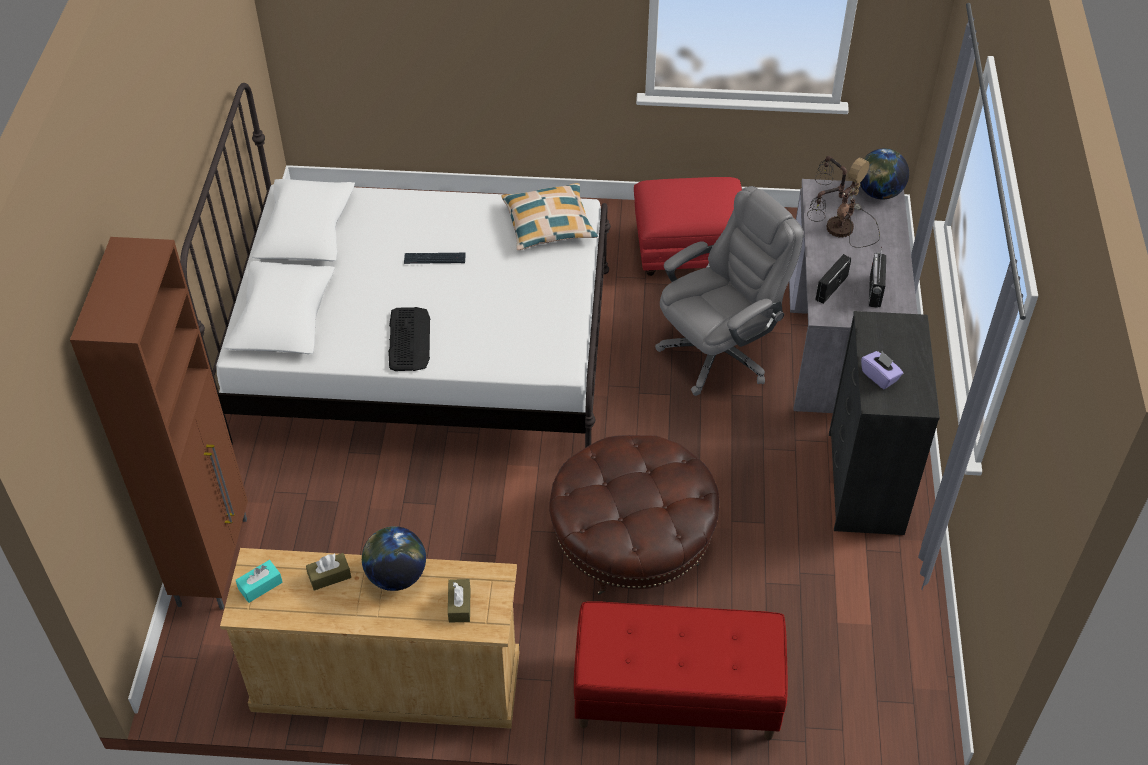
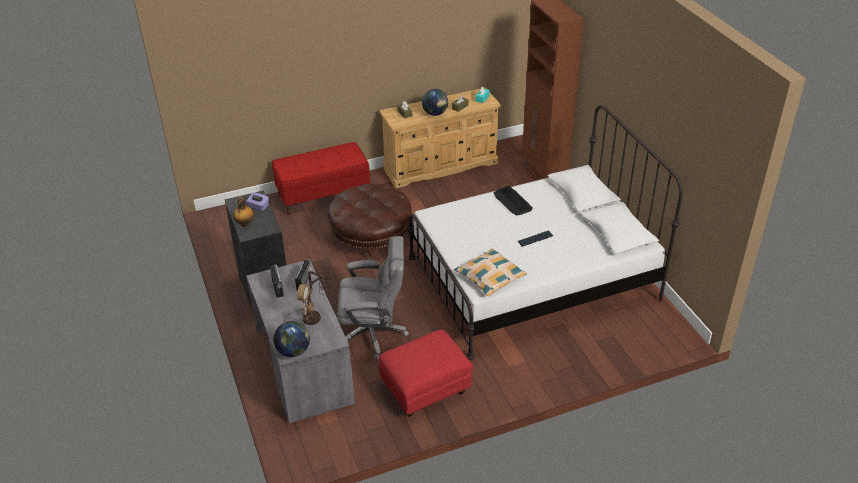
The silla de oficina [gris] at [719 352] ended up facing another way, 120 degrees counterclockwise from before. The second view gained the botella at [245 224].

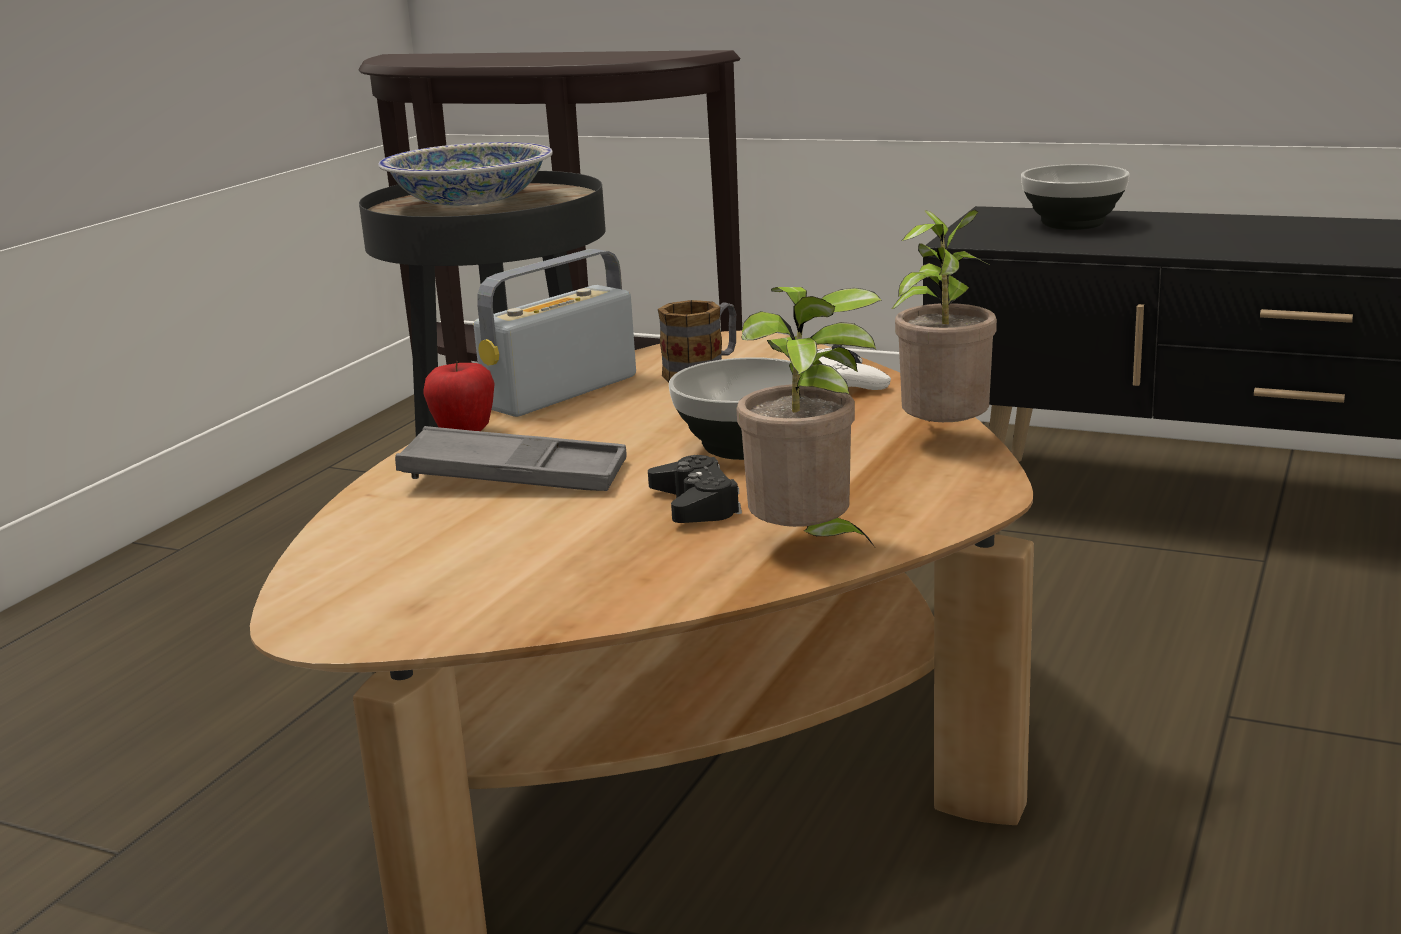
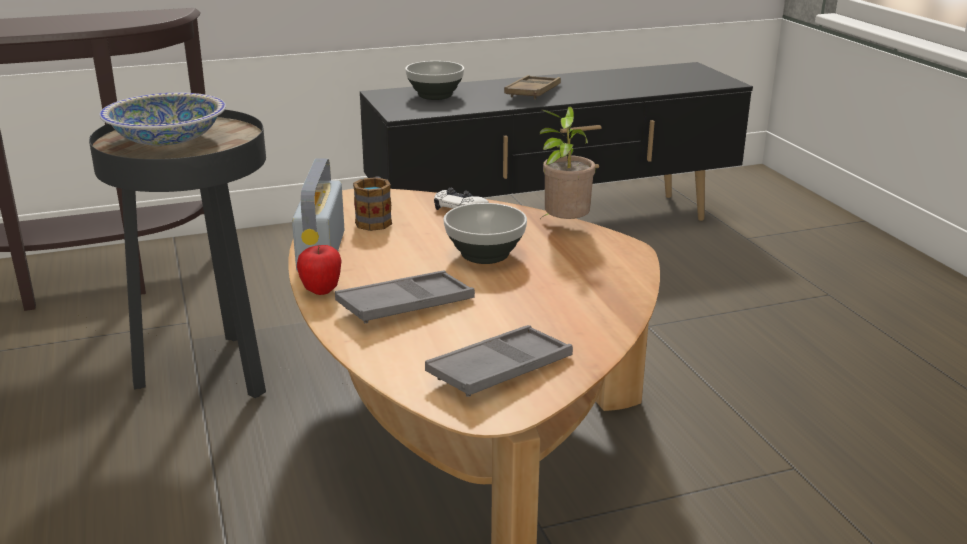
The second view lost the mando de consola [negro] at [696 505]. The second view lost the planta en maceta at [808 547]. The second view gained the bandeja [gris] at [500 369]. The second view gained the bandeja [marrón] at [533 92].

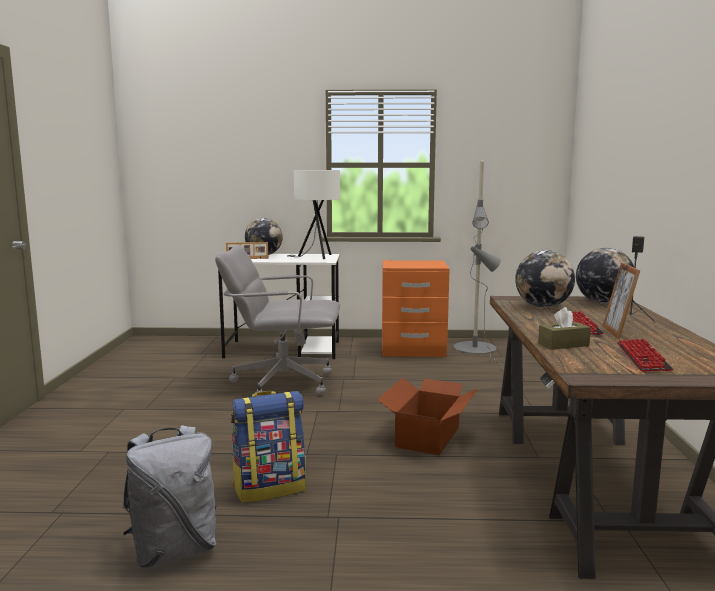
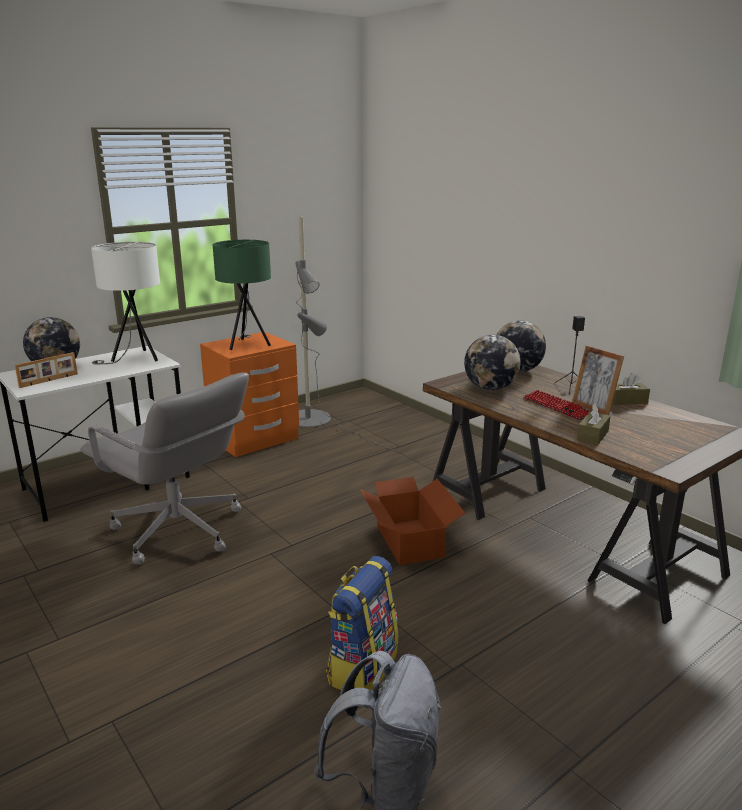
The silla de oficina [gris] at [282 383] ended up facing another way, 105 degrees counterclockwise from before. The second view lost the teclado at [642 357]. The second view gained the lámpara de mesa [verde] at [247 345]. The second view gained the caja de pañuelos [marrón] at [627 400].

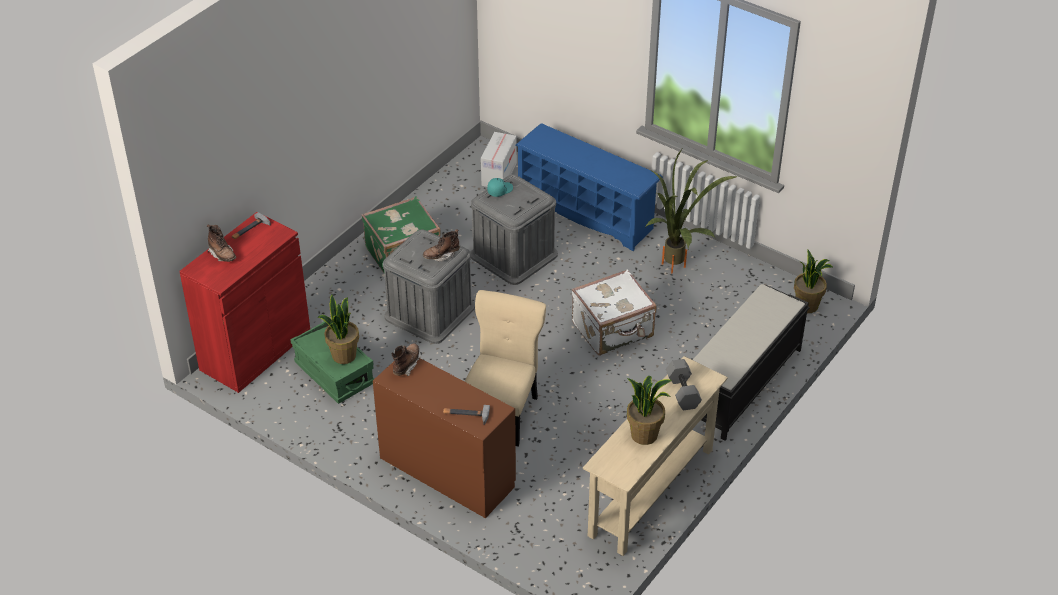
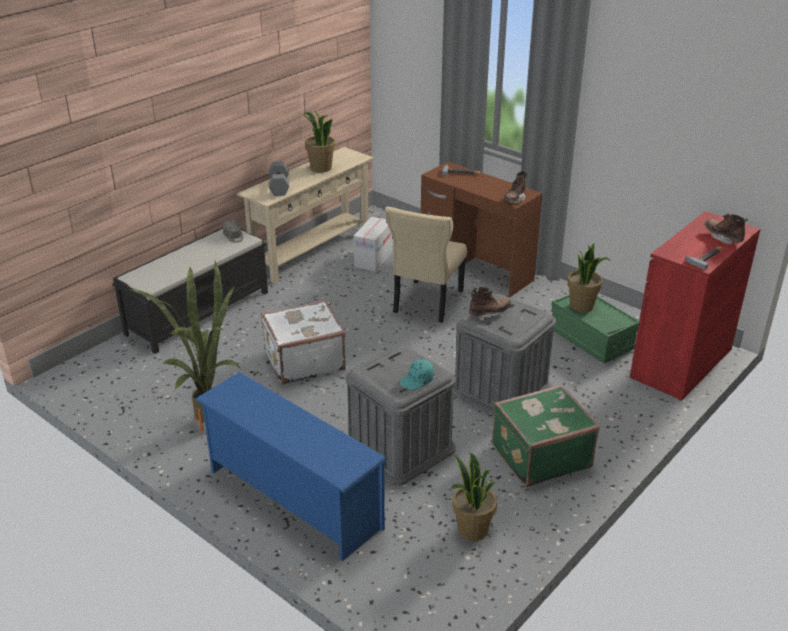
The caja de cartón ended up elsewhere, having gone from [499 174] to [373 259]. The planta en maceta ended up elsewhere, having gone from [807 305] to [472 530]. The second view gained the gorra [gris] at [234 236].

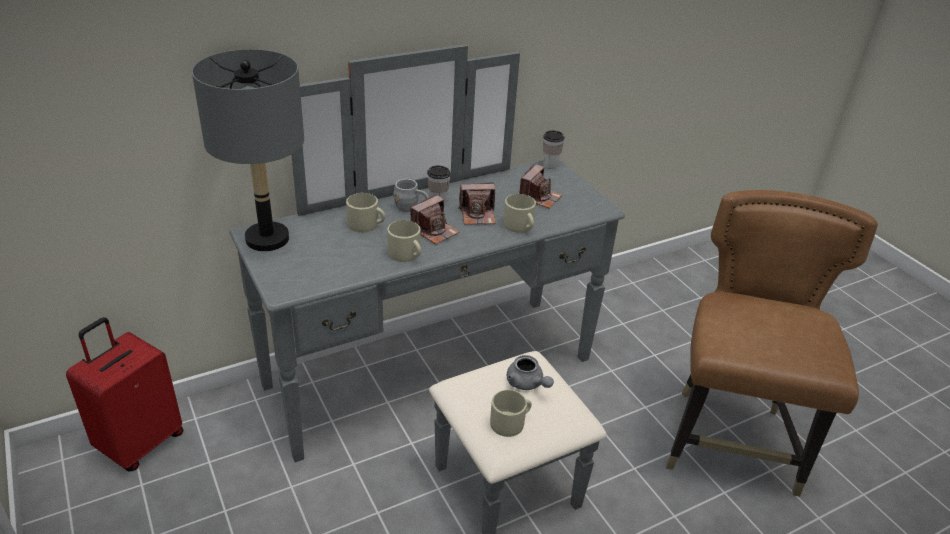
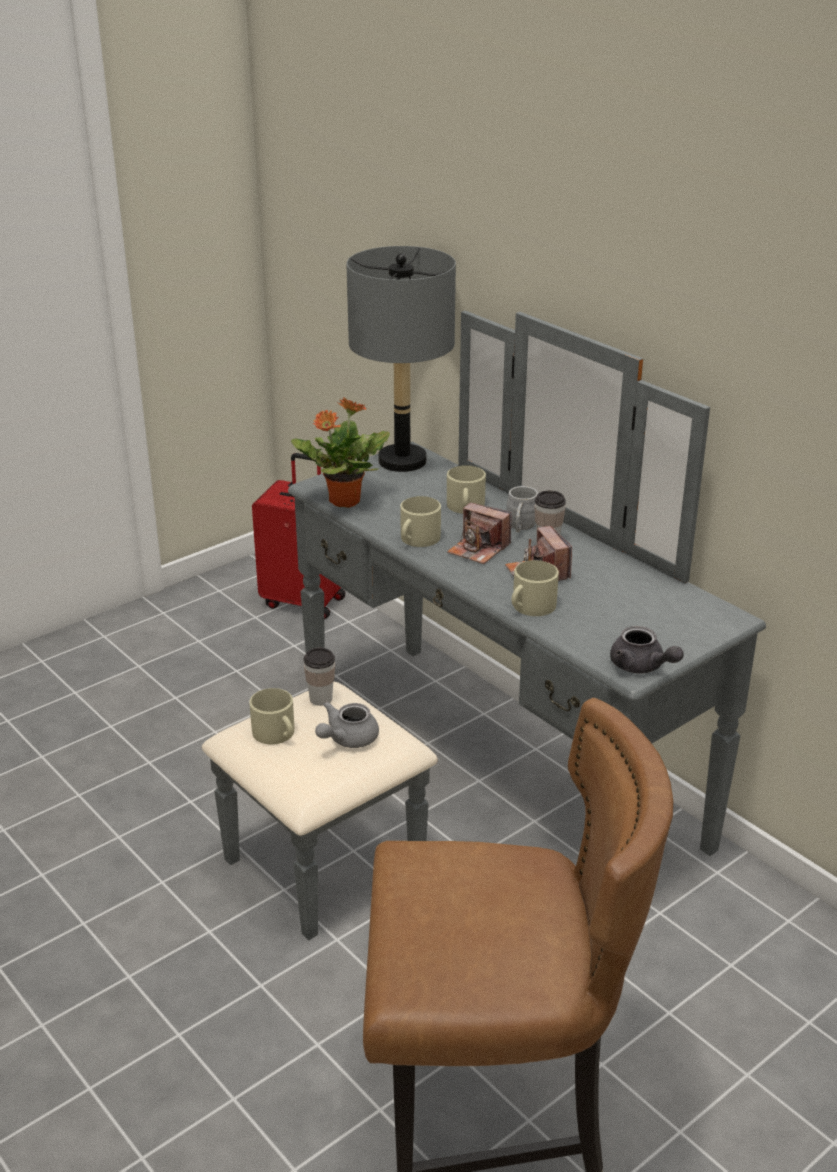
The second view lost the cámara at [539 197]. The taza ended up elsewhere, having gone from [550 165] to [321 699]. The second view gained the planta en maceta at [343 501]. The second view gained the tetera [gris] at [641 667].

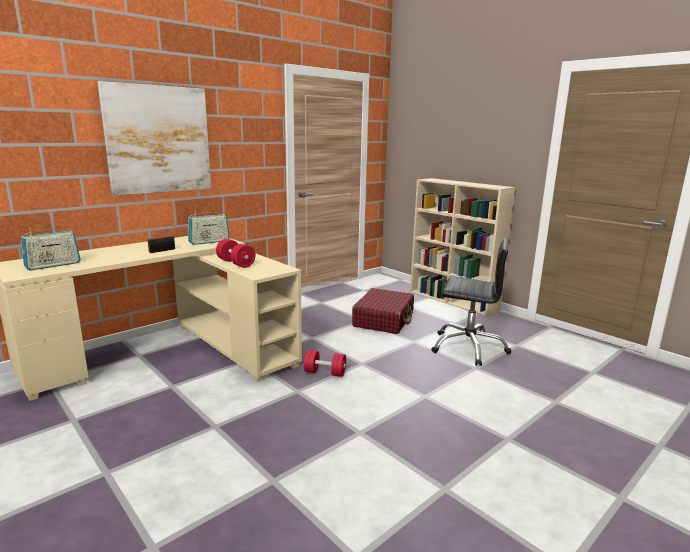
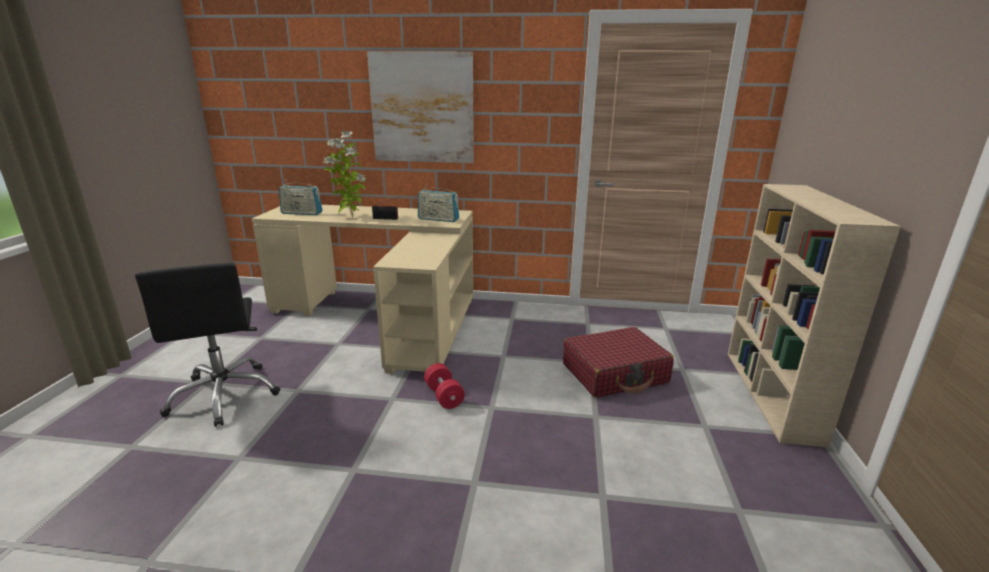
The second view lost the mancuerna [rojo] at [236 263]. The silla de oficina [negro] ended up elsewhere, having gone from [468 347] to [225 395]. The second view gained the planta en maceta at [351 217].

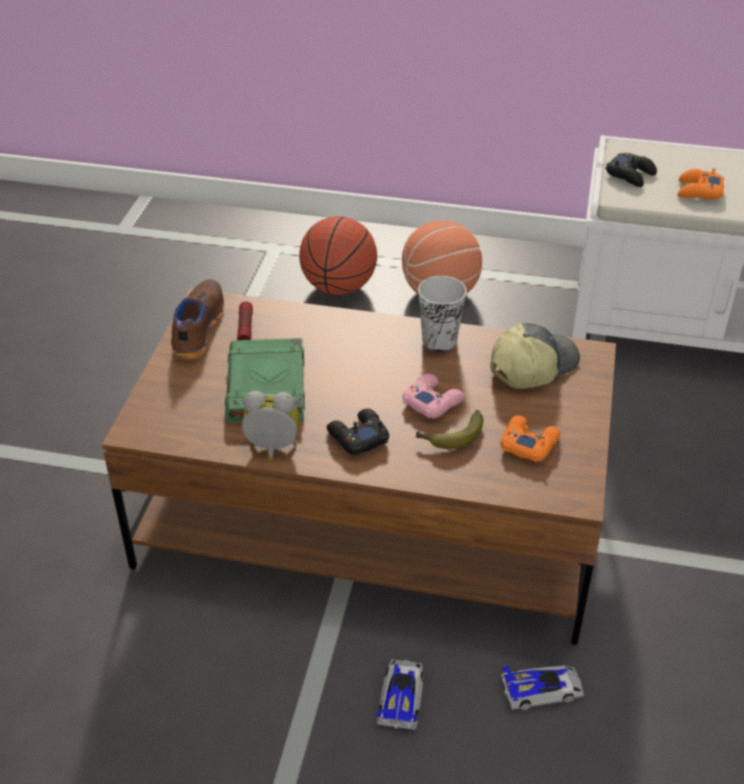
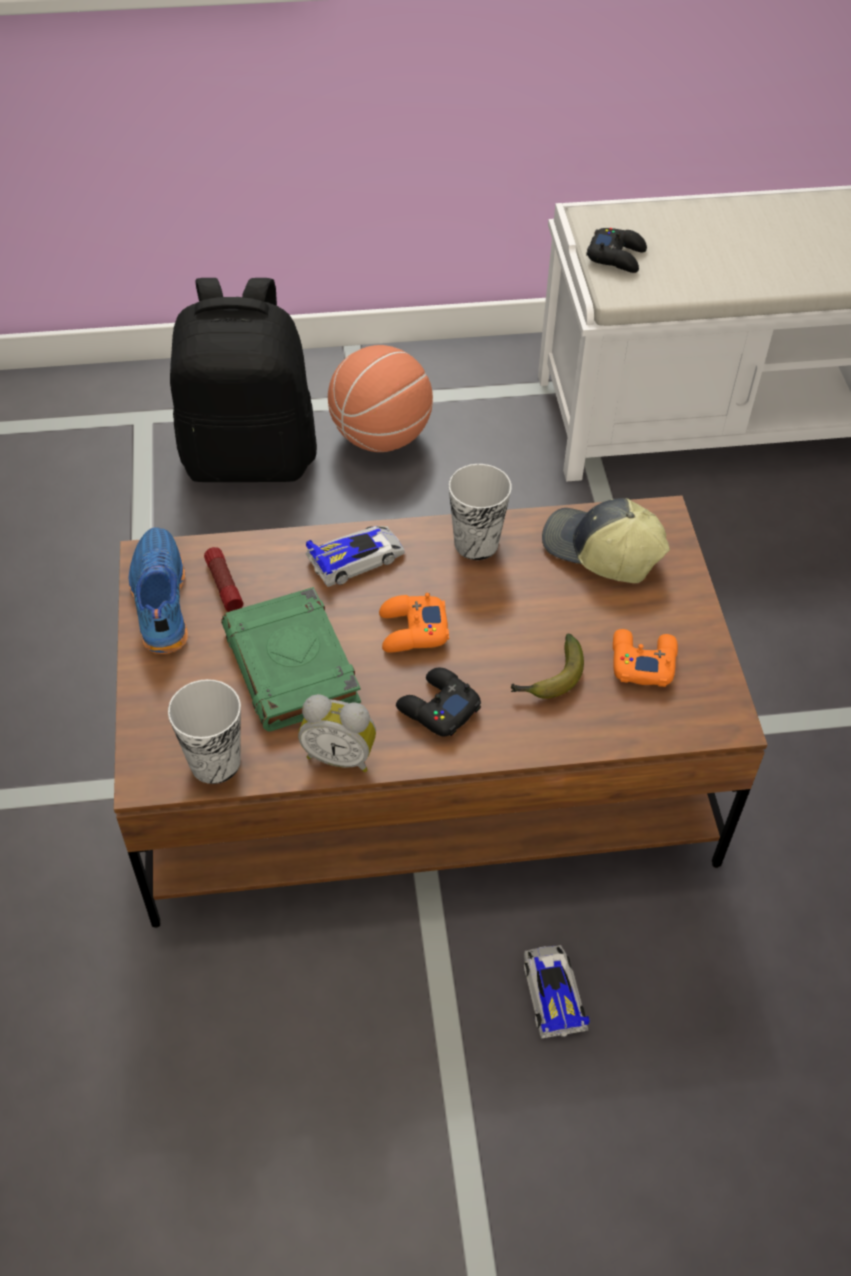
What was the zapato [marrón] at [196 328] turned into the zapato [azul] at [158 601]. The despertador at [272 449] ended up facing another way, 150 degrees counterclockwise from before. Where the balón de baloncesto stood at [338 287], the mochila [negro] came to stand at [250 457]. The second view lost the mando de consola [rosa] at [432 401]. The gorra at [532 366] ended up facing another way, 90 degrees counterclockwise from before. The coche de juguete ended up elsewhere, having gone from [542 689] to [357 558]. The mando de consola [naranja] ended up elsewhere, having gone from [698 191] to [412 630]. The second view gained the taza at [215 762].

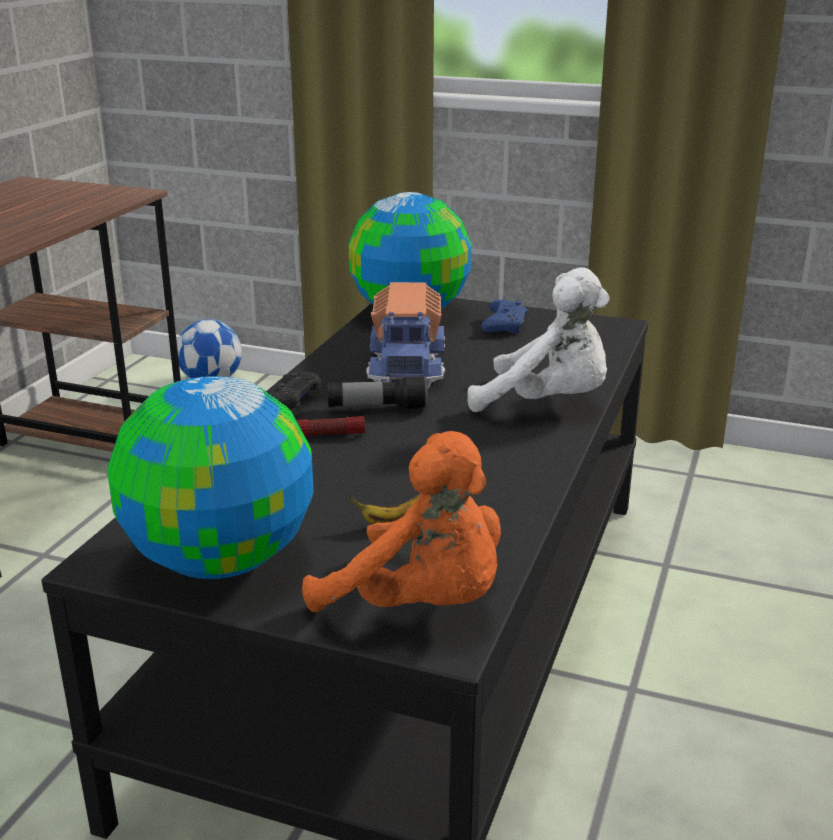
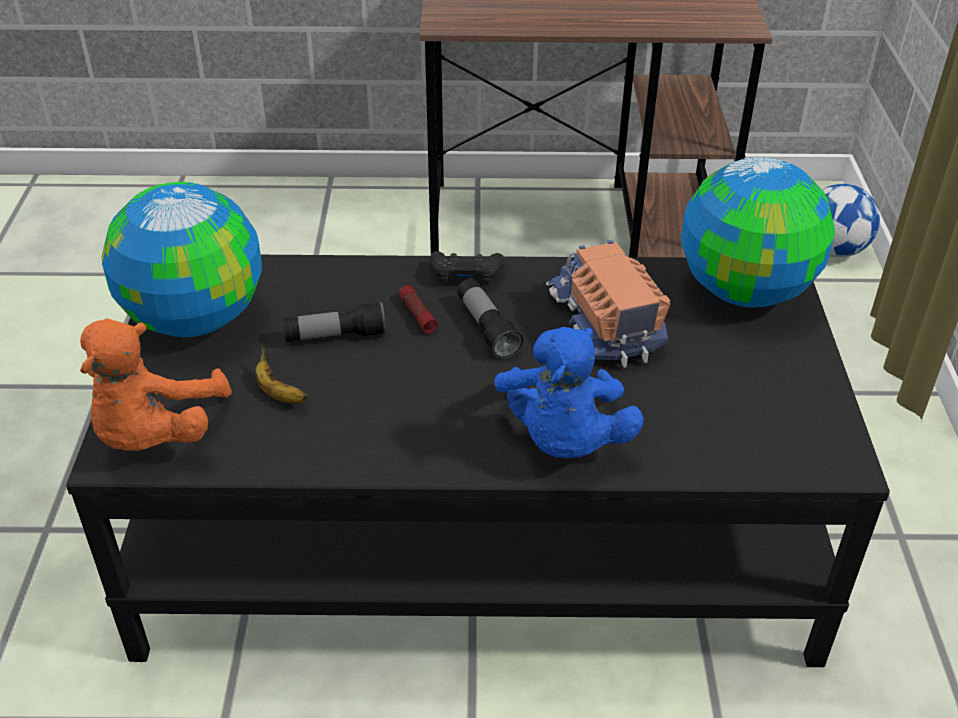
The camión de juguete at [408 364] ended up facing another way, 90 degrees clockwise from before. What was the peluche [blanco] at [547 404] turned into the peluche [azul] at [563 440]. The second view lost the mando de consola [azul] at [504 326]. The second view gained the linterna at [335 336].

